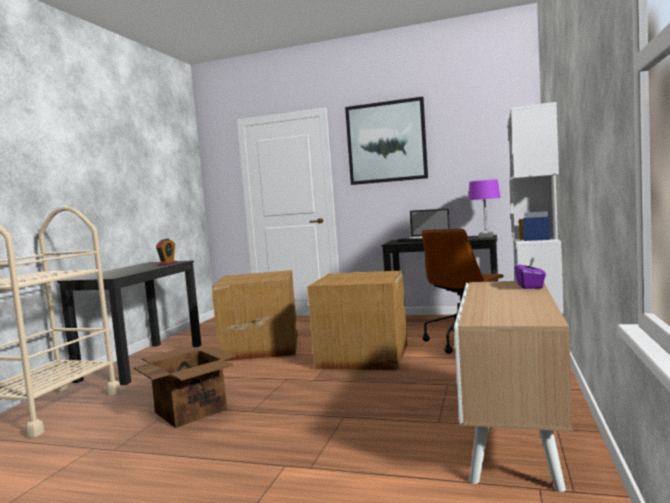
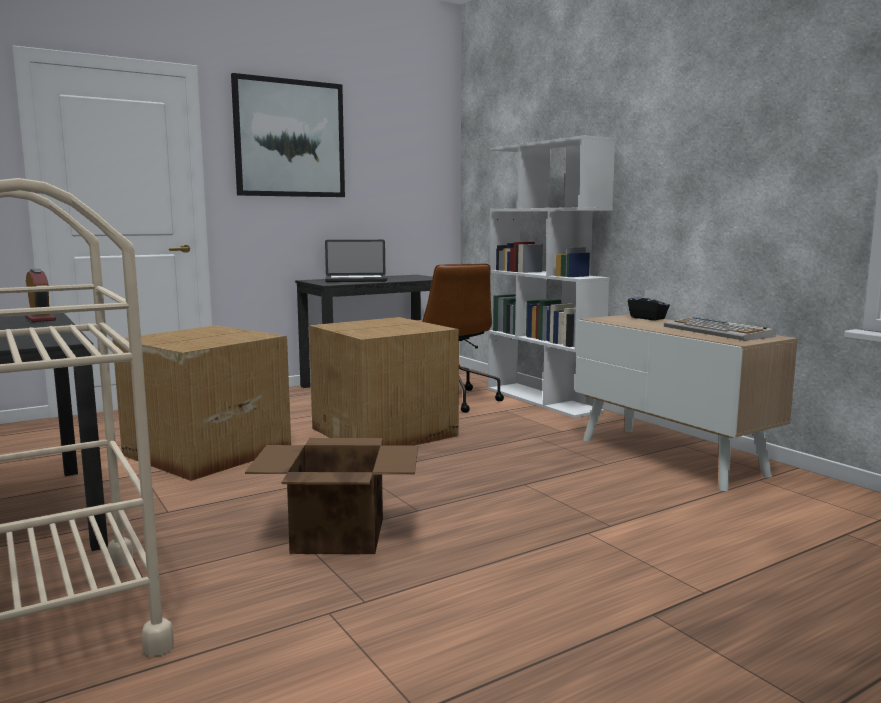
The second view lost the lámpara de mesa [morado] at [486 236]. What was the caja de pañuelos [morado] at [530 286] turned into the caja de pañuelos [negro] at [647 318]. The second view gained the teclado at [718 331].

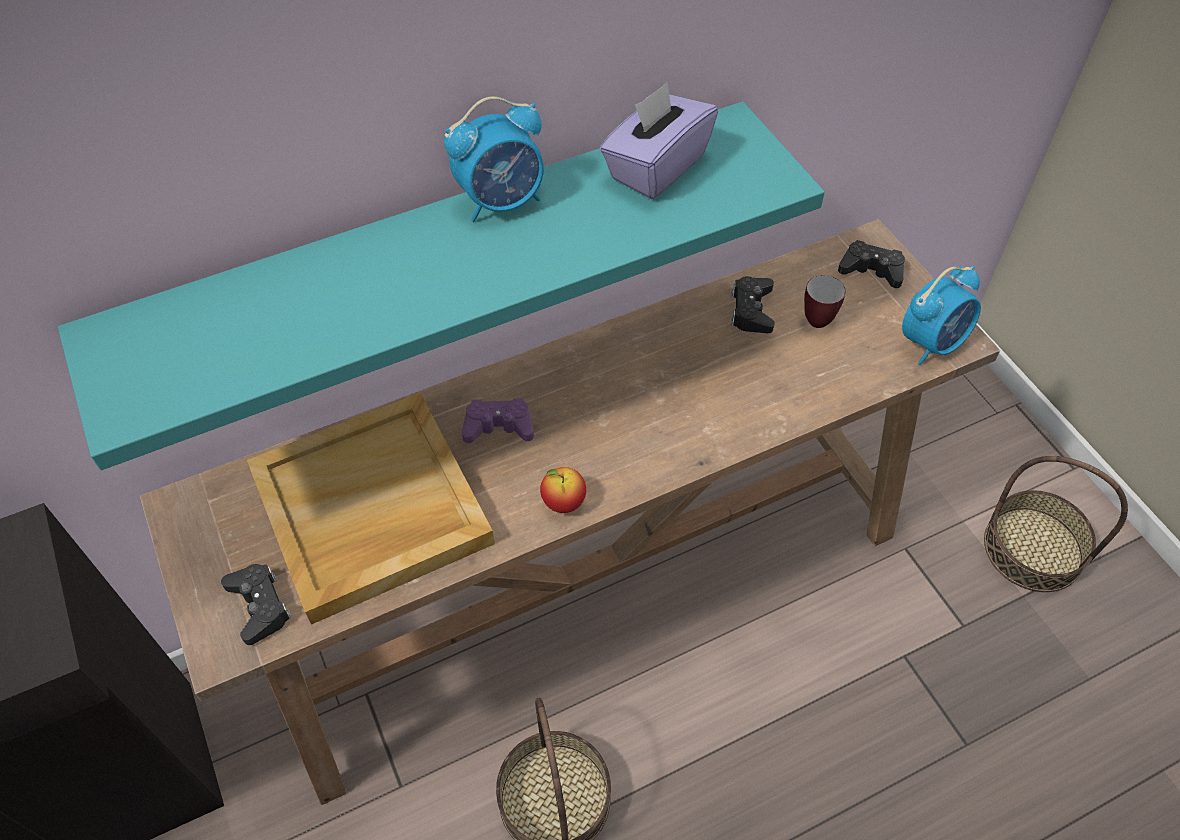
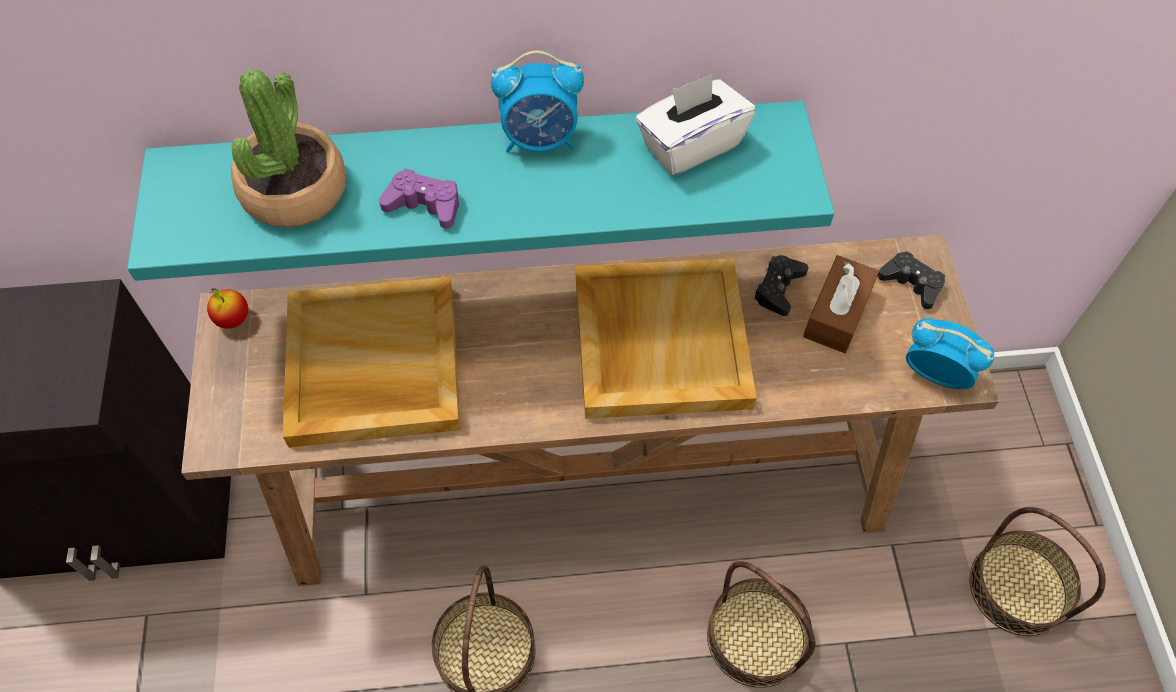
The second view lost the mando de consola [negro] at [259 606]. The mando de consola [morado] ended up elsewhere, having gone from [498 426] to [424 204]. The manzana ended up elsewhere, having gone from [563 502] to [233 319]. What was the caja de pañuelos [morado] at [656 167] turned into the caja de pañuelos [blanco] at [690 145]. Where the taza grande stood at [817 316], the caja de pañuelos [marrón] came to stand at [837 313]. The despertador at [932 343] ended up facing another way, 135 degrees counterclockwise from before. The second view gained the planta en maceta at [294 190]. The second view gained the bandeja [beis] at [659 340]. The second view gained the cesta at [756 637].

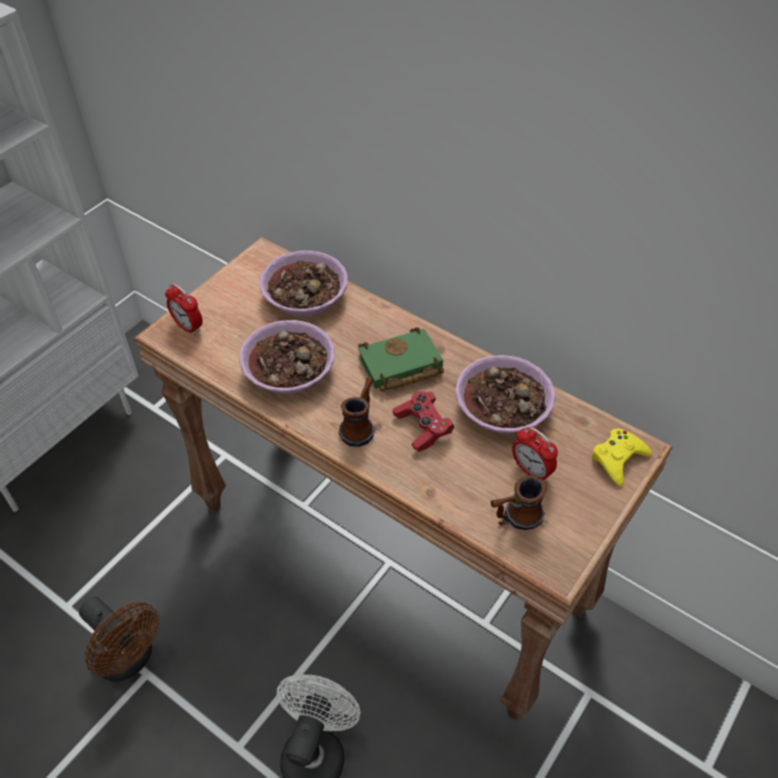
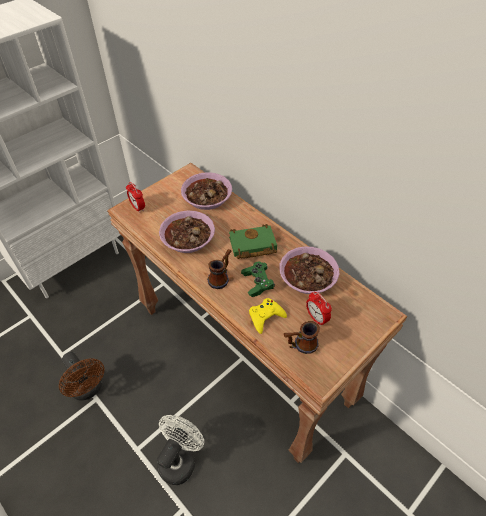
What was the mando de consola [rojo] at [423 427] turned into the mando de consola [verde] at [257 283]. The mando de consola [amarillo] ended up elsewhere, having gone from [618 459] to [265 316].

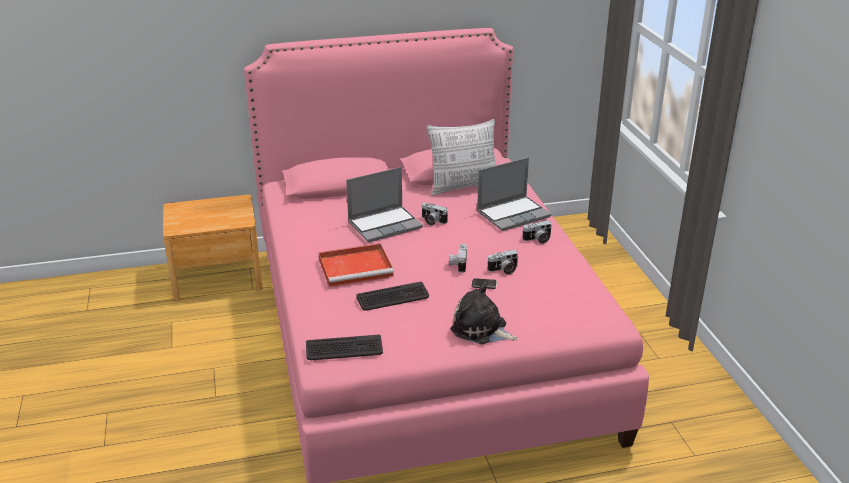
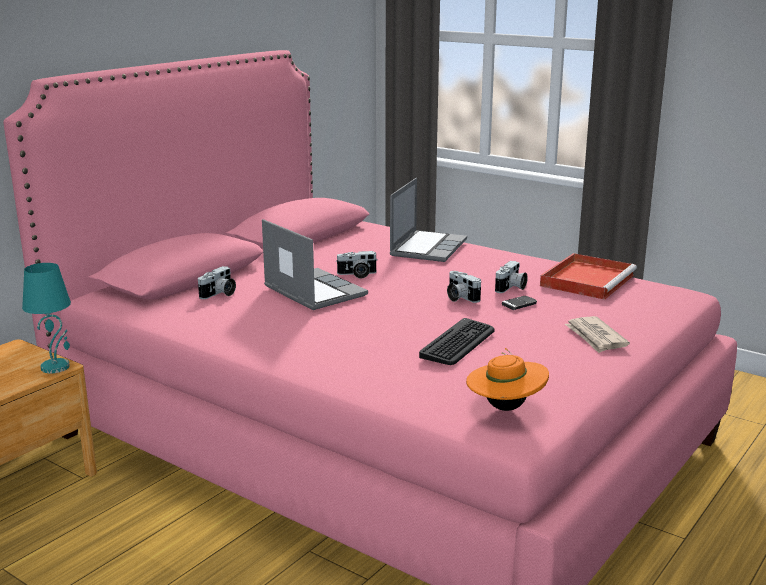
Where the teclado stood at [344 349], the sombrero [naranja] came to stand at [505 407]. The bandeja [rojo] ended up elsewhere, having gone from [357 267] to [587 280]. The portátil at [385 225] ended up facing another way, 60 degrees counterclockwise from before. The second view lost the cojín at [463 187]. Where the peluche stood at [481 329], the periódico came to stand at [595 337]. The cámara ended up elsewhere, having gone from [538 239] to [219 294]. The second view gained the lámpara de mesa [turquesa] at [56 367].

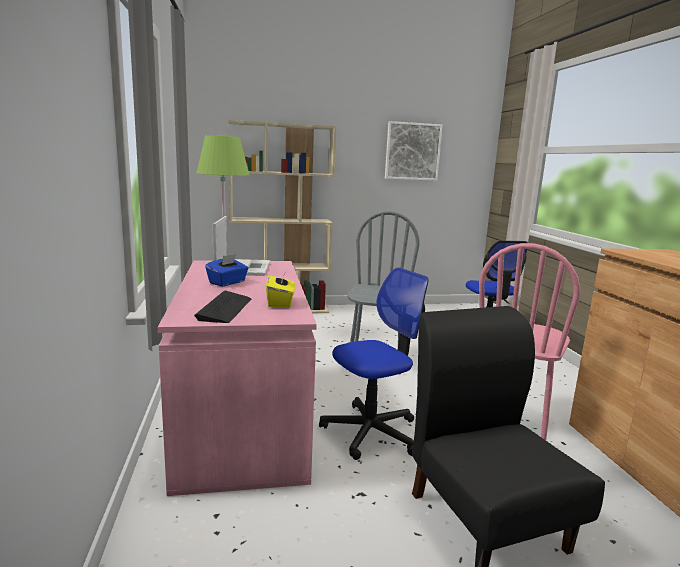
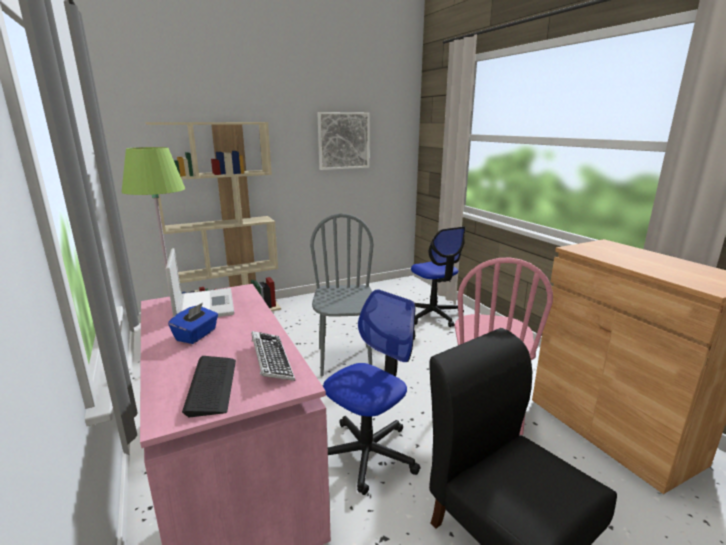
Where the caja de pañuelos [amarillo] stood at [280 303], the teclado came to stand at [271 360].

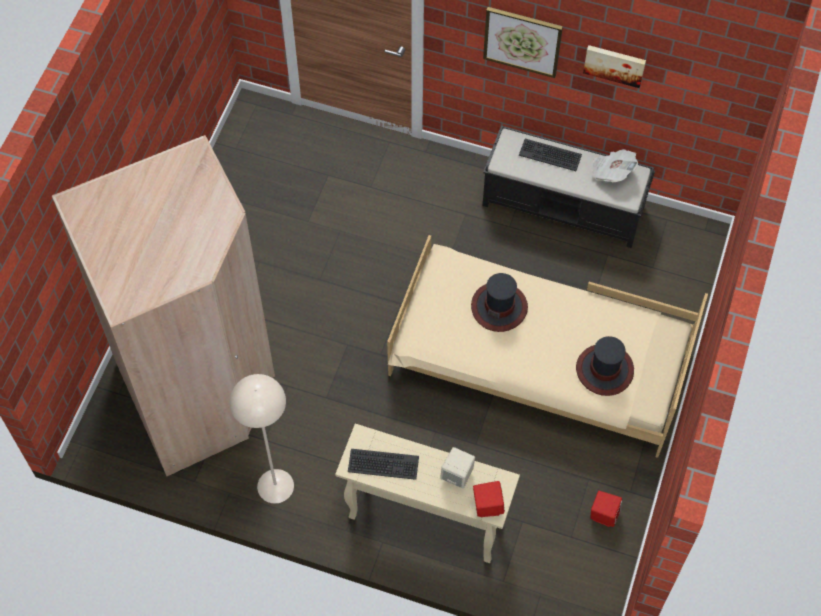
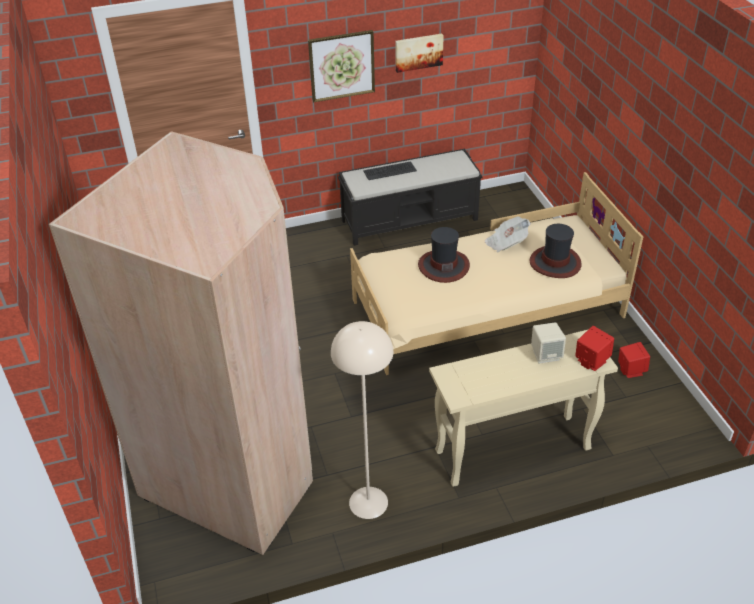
The second view lost the teclado at [383 465]. The periódico ended up elsewhere, having gone from [611 172] to [506 243].

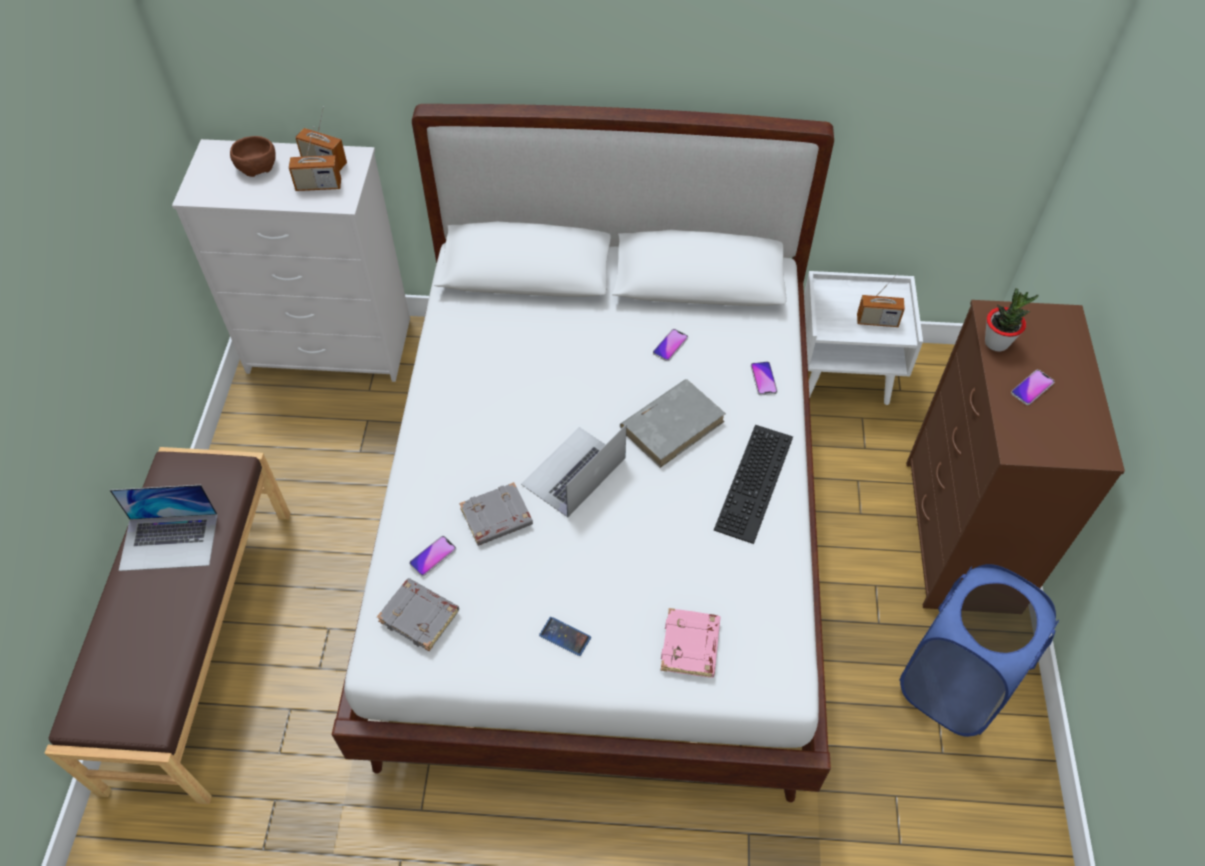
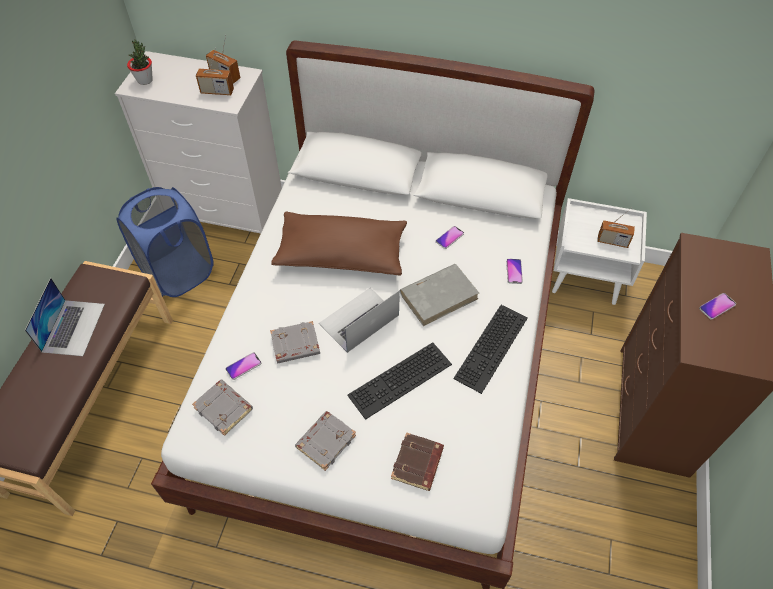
The portátil at [169 541] ended up facing another way, 90 degrees counterclockwise from before. The second view lost the cuenco [marrón] at [256 166]. Where the móvil stood at [565 636], the libro [gris] came to stand at [325 441]. What was the libro [rosa] at [691 646] turned into the libro [marrón] at [418 464]. The cesto de la ropa [azul] ended up elsewhere, having gone from [954 683] to [178 273]. The planta en maceta ended up elsewhere, having gone from [996 342] to [145 80]. The second view gained the cojín [marrón] at [341 254]. The second view gained the teclado at [400 382].

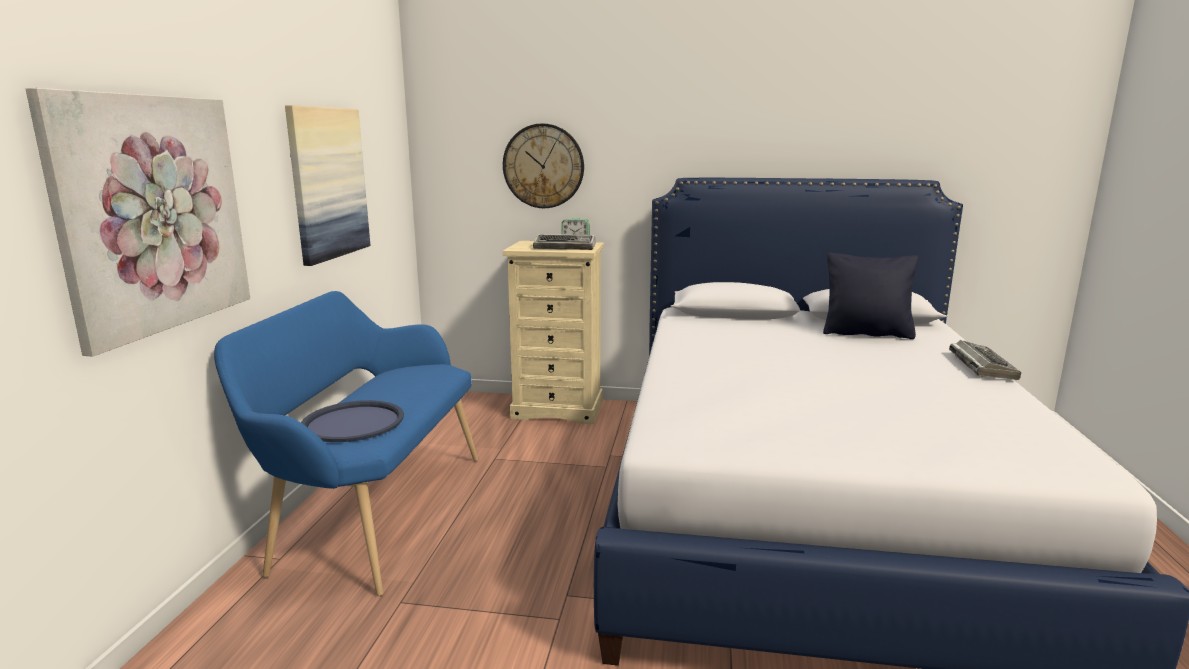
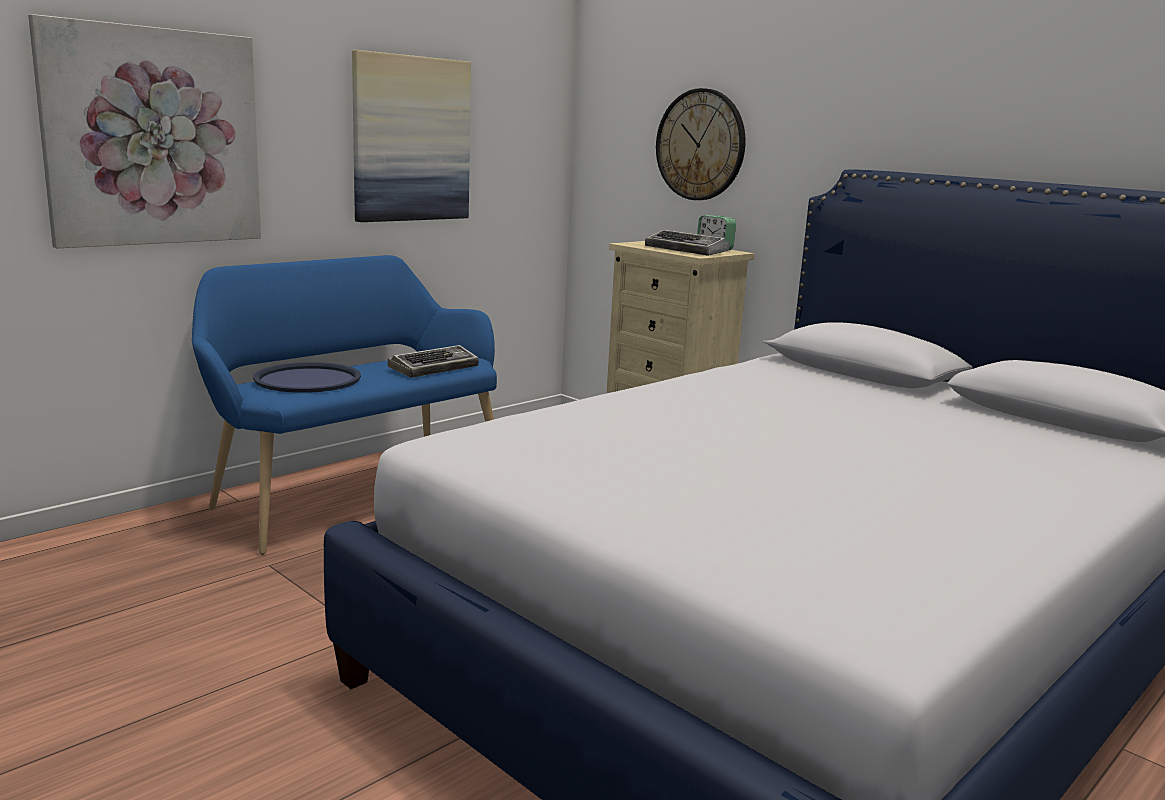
The second view lost the cojín [negro] at [866 333]. The teclado ended up elsewhere, having gone from [981 366] to [434 368].

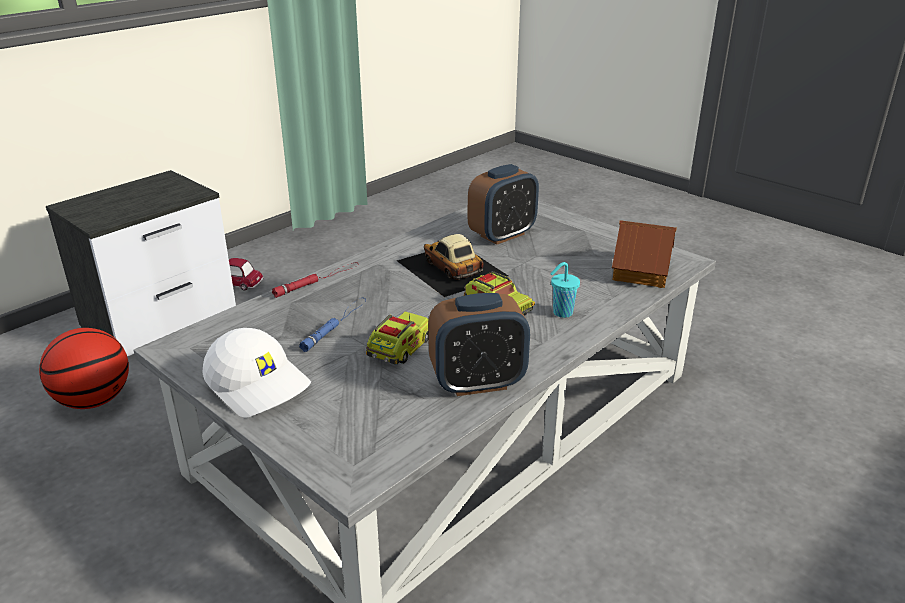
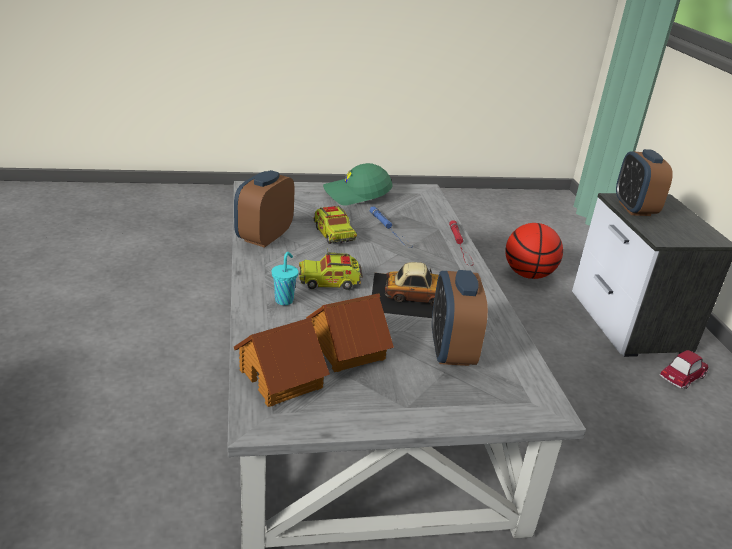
What was the gorra [blanco] at [259 384] turned into the gorra [verde] at [356 195]. The second view gained the casita at [345 348]. The second view gained the despertador at [634 208].

